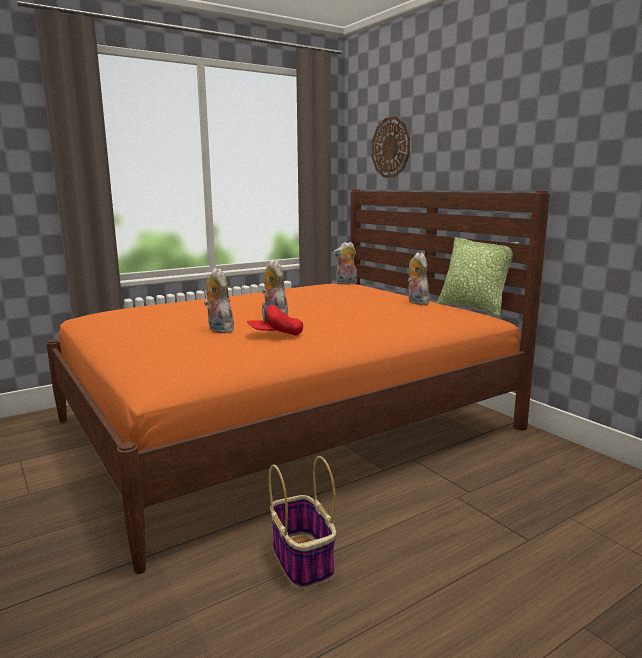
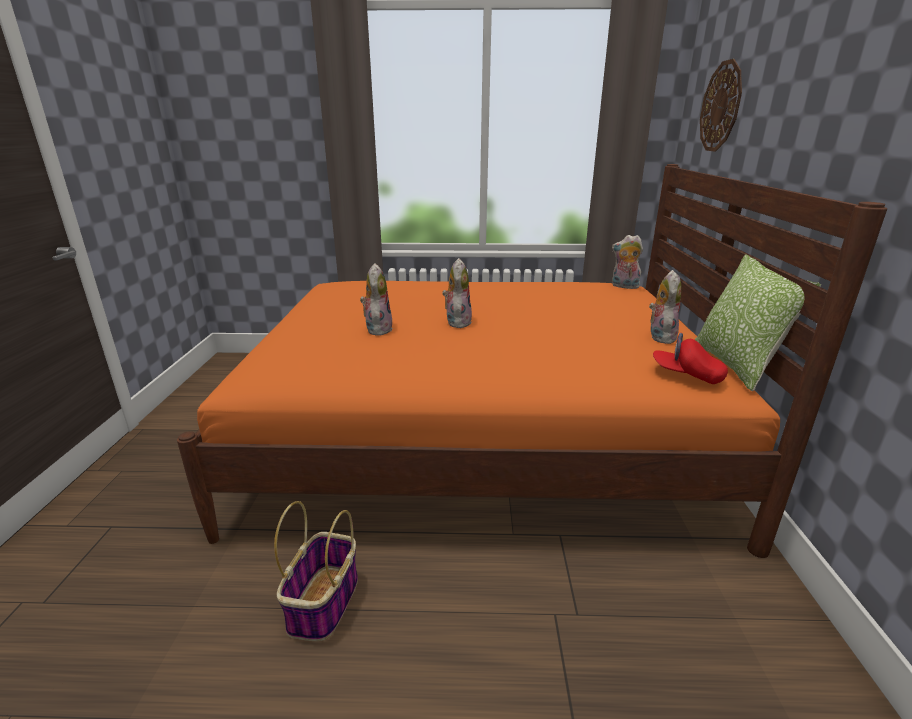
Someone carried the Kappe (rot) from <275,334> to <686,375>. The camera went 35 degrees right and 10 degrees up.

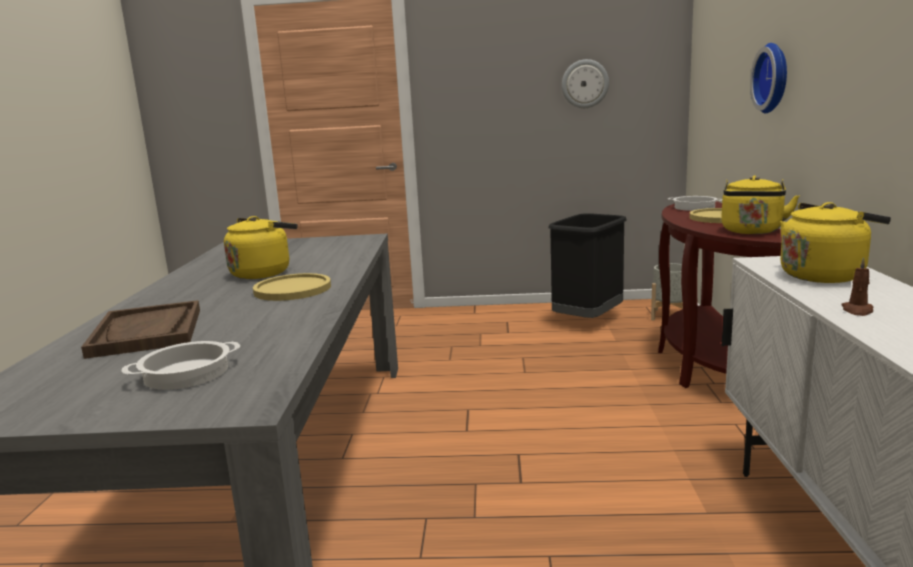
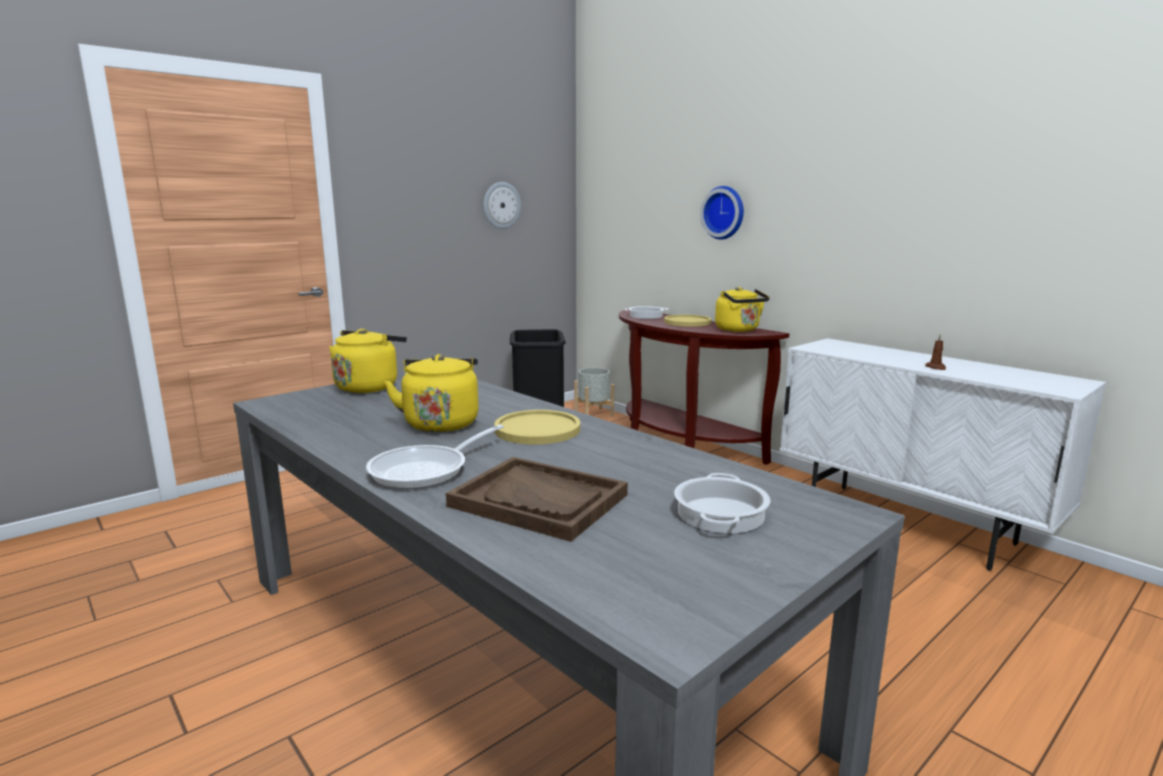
Someone carried the Wasserkessel (gelb) from <824,275> to <369,386>. Someone put down the Pfanne at <426,470>. The camera went 45 degrees left and 0 degrees up.

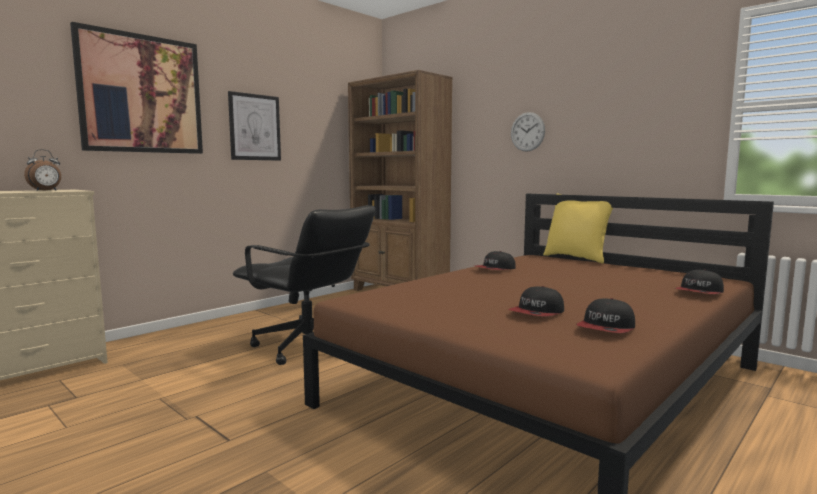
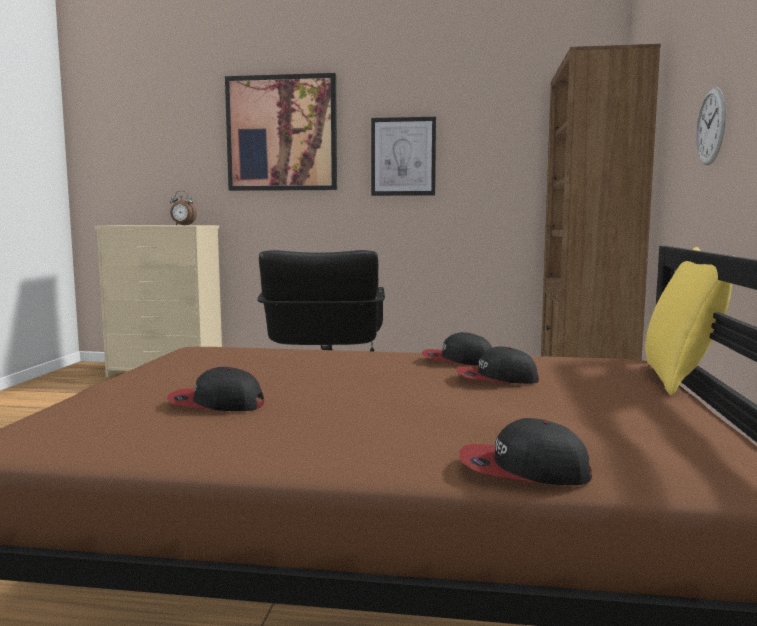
Someone carried the Kappe from <606,328> to <496,379>. The camera went 55 degrees right and 0 degrees up.

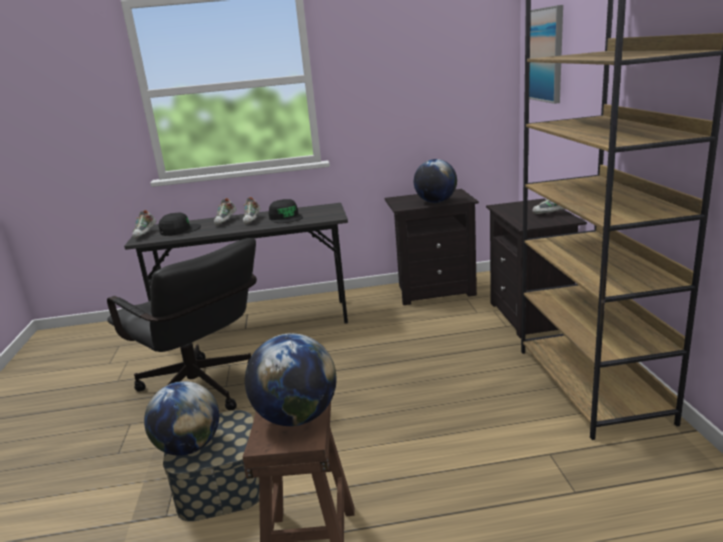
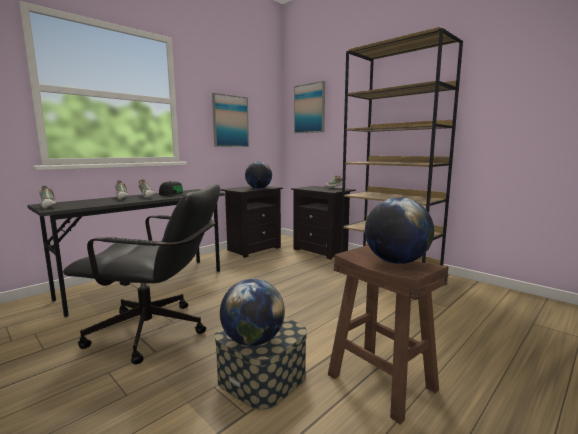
Someone took away the Kappe (schwarz) at <179,230>. Someone put up the Bild at <230,121>. The camera went 40 degrees left and 10 degrees down.

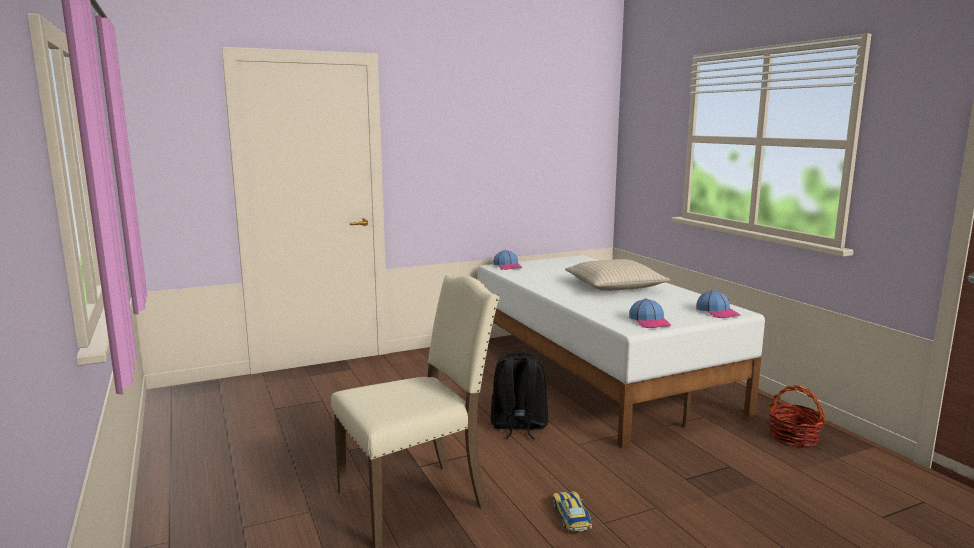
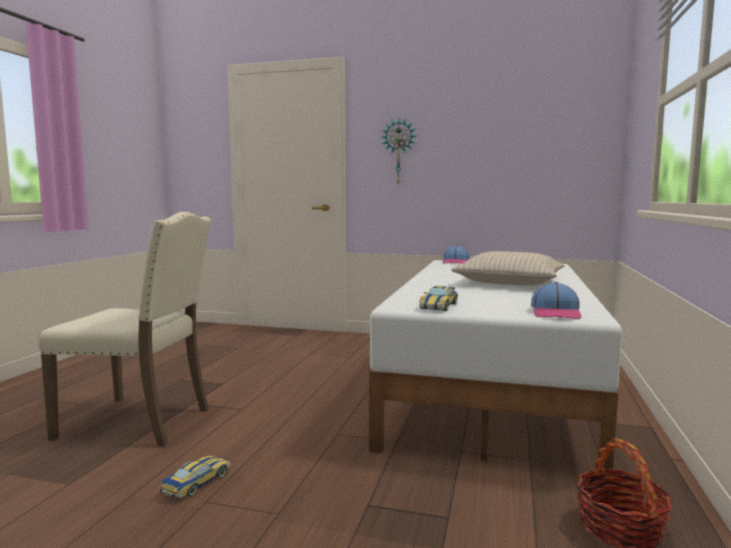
Someone took away the Rucksack (schwarz) at <518,426>. Someone swapped the Kappe at <649,322> for the Spielzeugauto at <439,306>. Someone put up the Wanduhr at <399,151>. The camera went 40 degrees right and 5 degrees down.

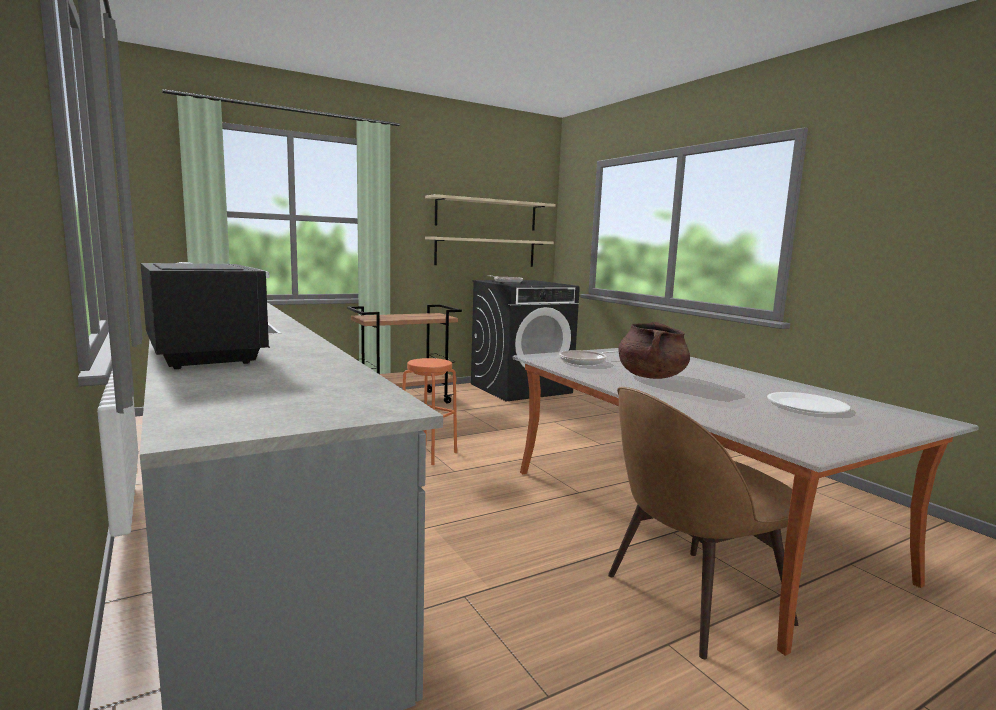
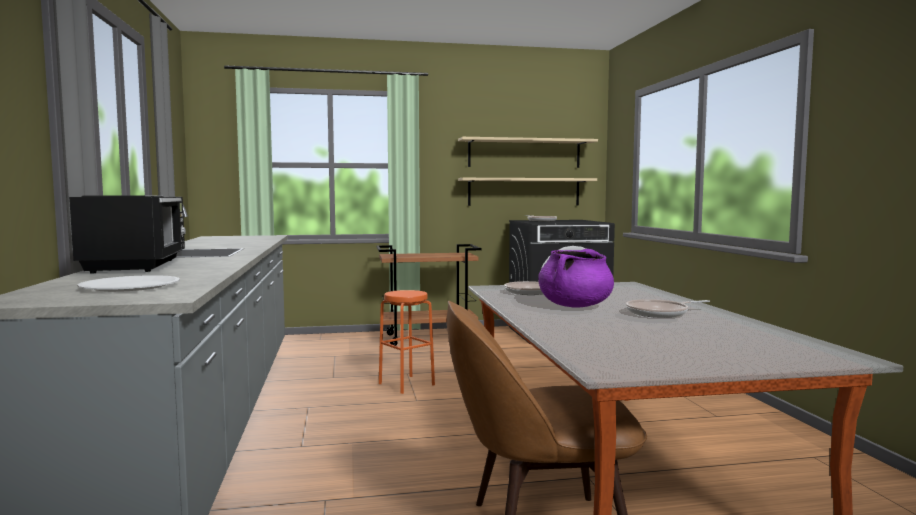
Someone repainted the Kochtopf (braun) at <651,376>, which became the Kochtopf (lila) at <575,306>. Someone carried the Teller (weiß) from <806,405> to <130,286>. Someone put down the Pfanne at <660,313>. The camera went 20 degrees right and 5 degrees down.

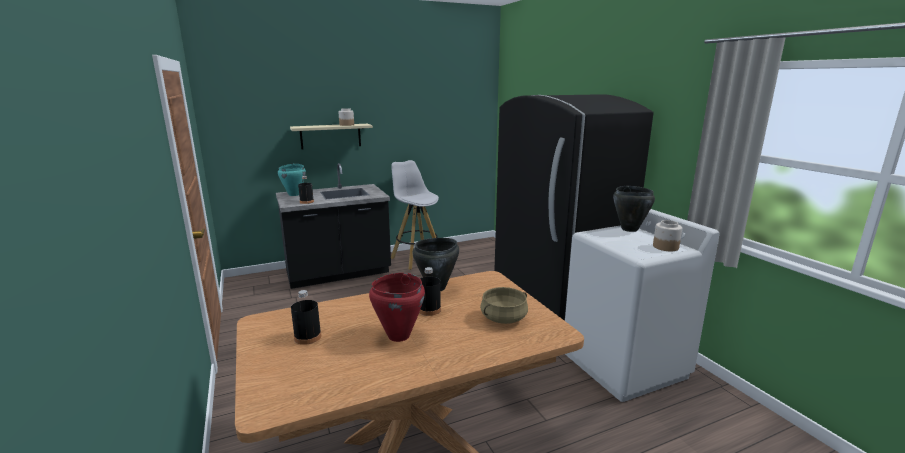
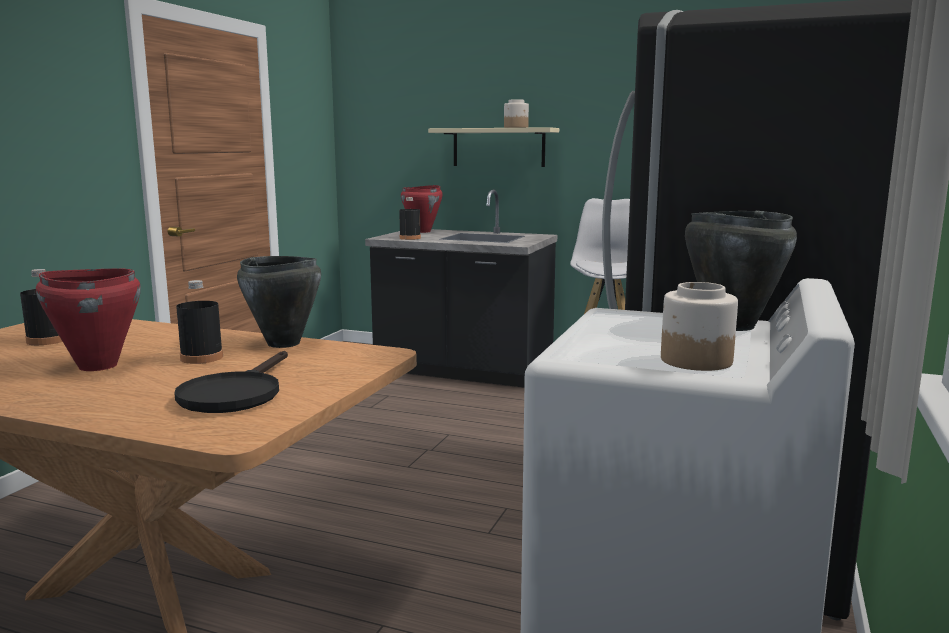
Someone repainted the Kochtopf (türkis) at <294,194>, which became the Kochtopf (rot) at <422,231>. Someone swapped the Kochtopf (beige) at <503,318> for the Pfanne (schwarz) at <235,394>. The camera went 45 degrees right and 5 degrees down.

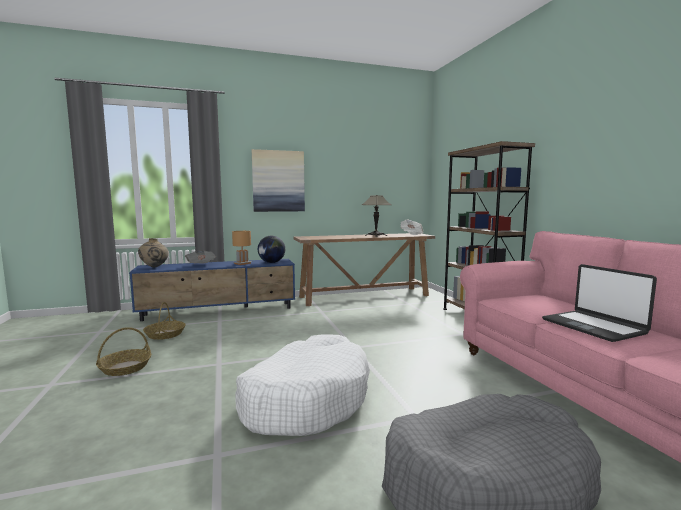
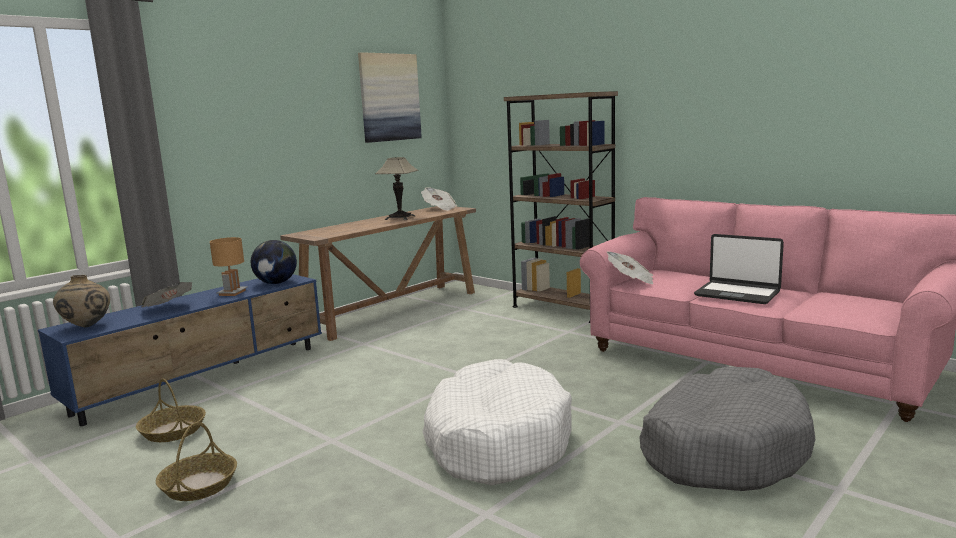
Someone carried the Bild from <278,181> to <389,97>. Someone put down the Zeitung at <631,280>. The camera went 30 degrees left and 5 degrees up.

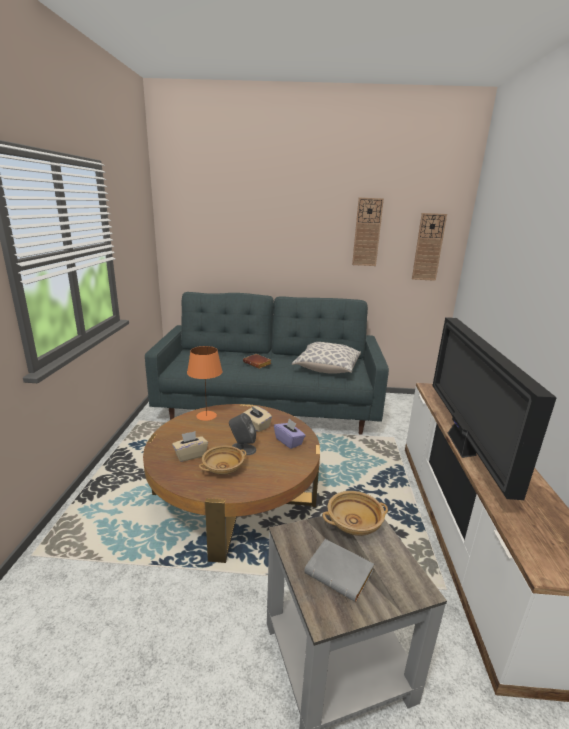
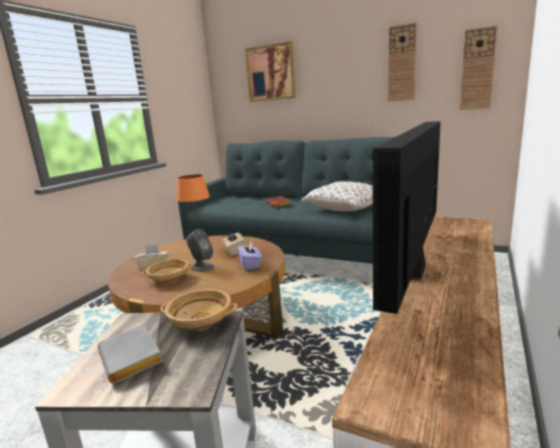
Someone put up the Bild at <271,73>. The camera went 25 degrees right and 5 degrees down.

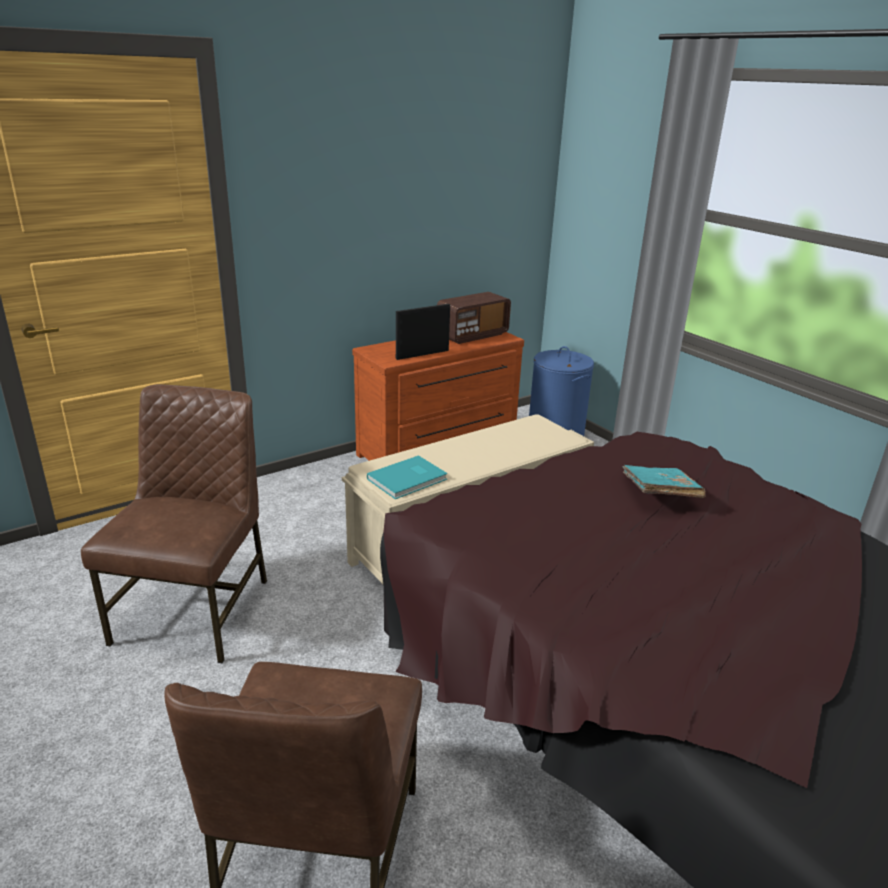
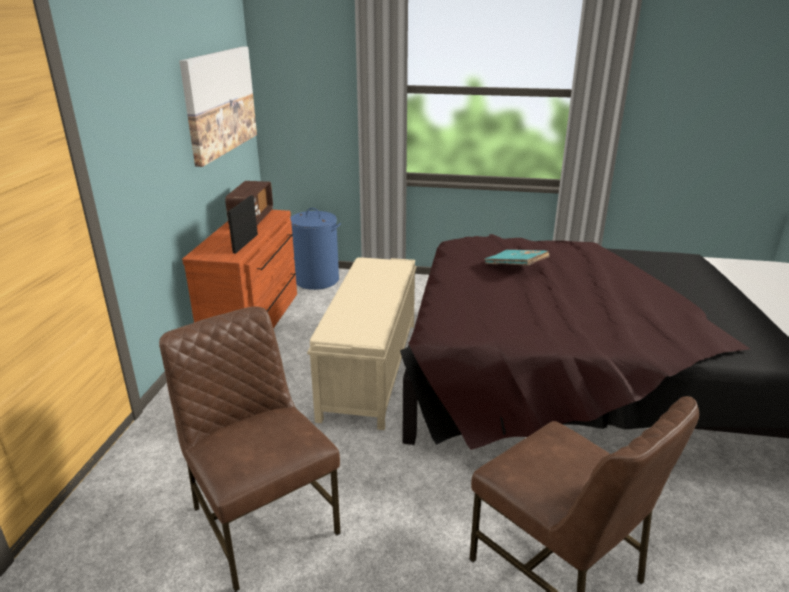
Someone took away the Buch (türkis) at <409,479>. Someone put up the Bild at <219,102>. The camera went 45 degrees left and 0 degrees up.

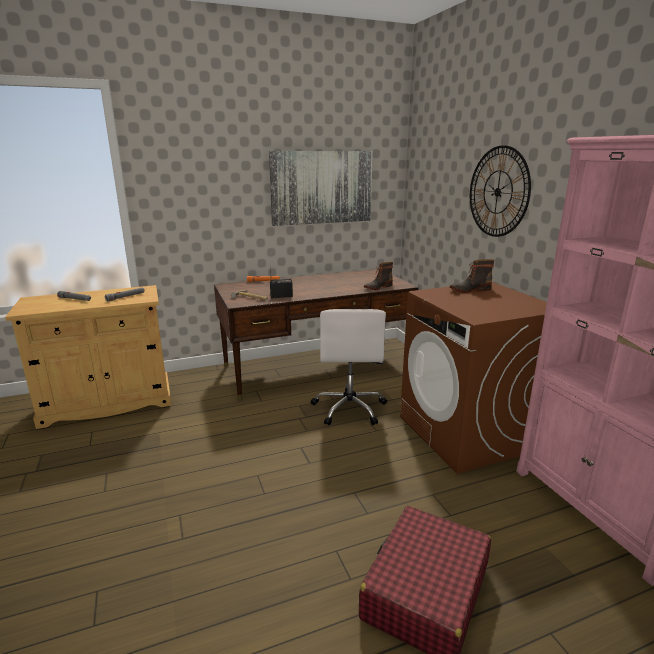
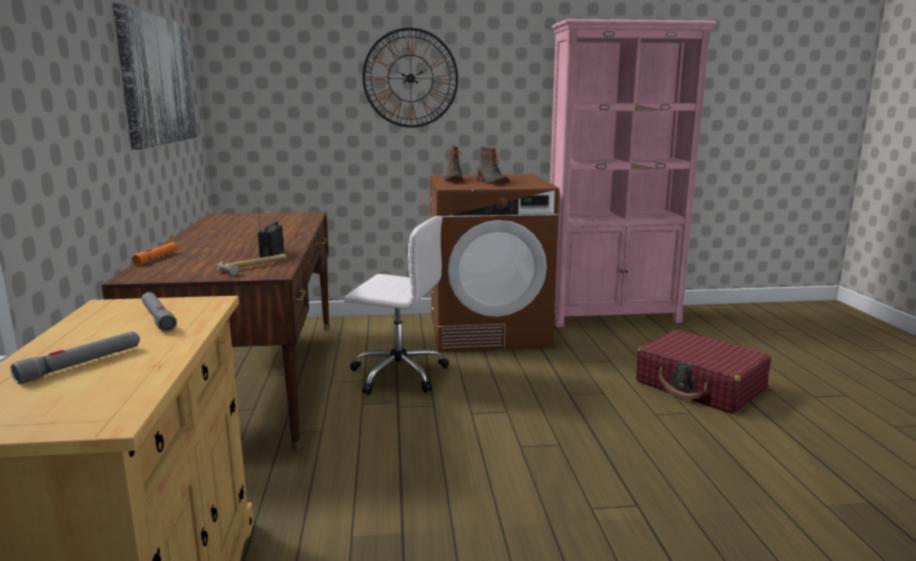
Someone carried the Stiefel from <377,287> to <491,182>. The camera went 75 degrees left and 5 degrees down.

